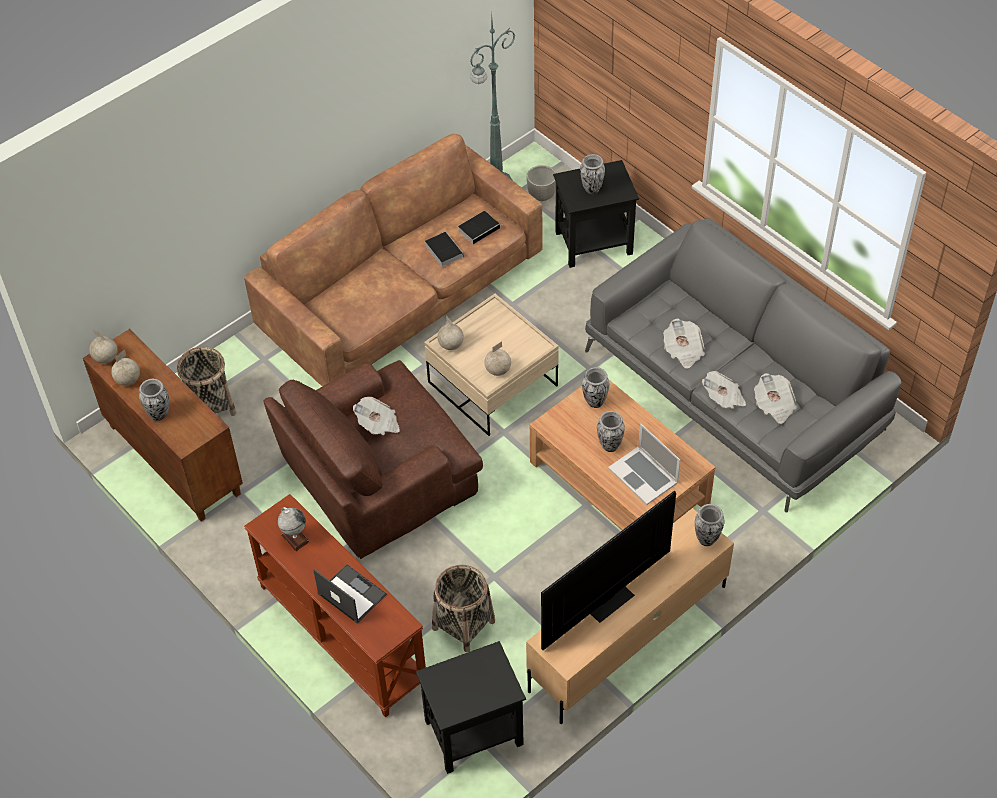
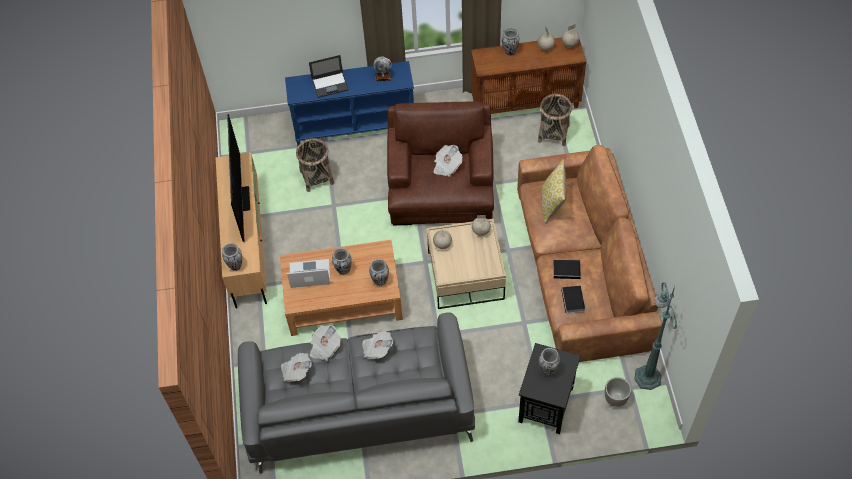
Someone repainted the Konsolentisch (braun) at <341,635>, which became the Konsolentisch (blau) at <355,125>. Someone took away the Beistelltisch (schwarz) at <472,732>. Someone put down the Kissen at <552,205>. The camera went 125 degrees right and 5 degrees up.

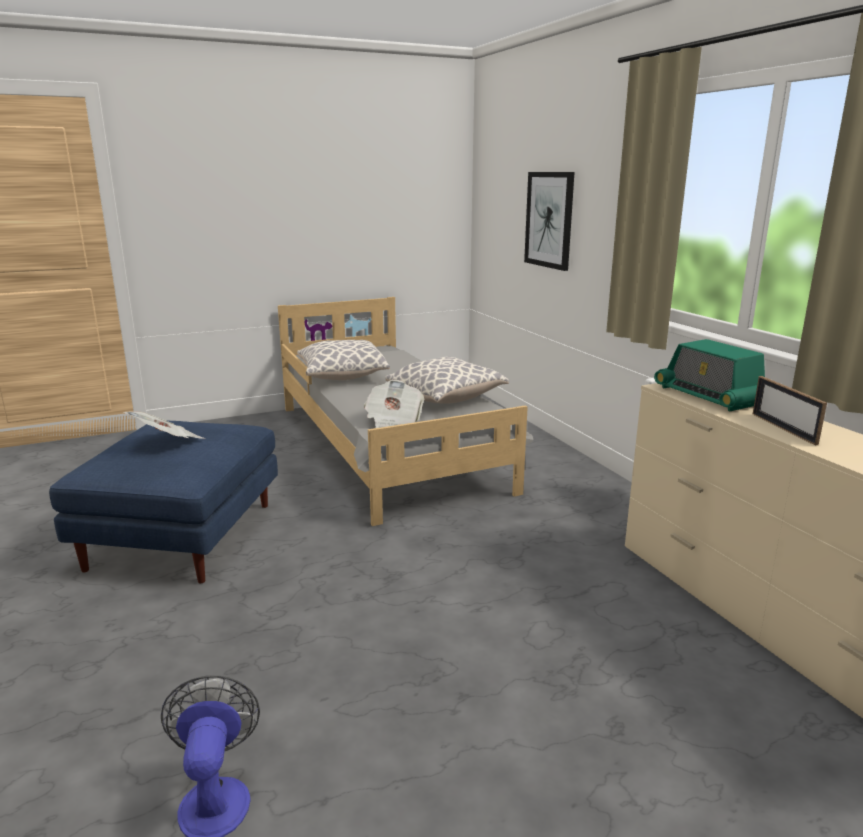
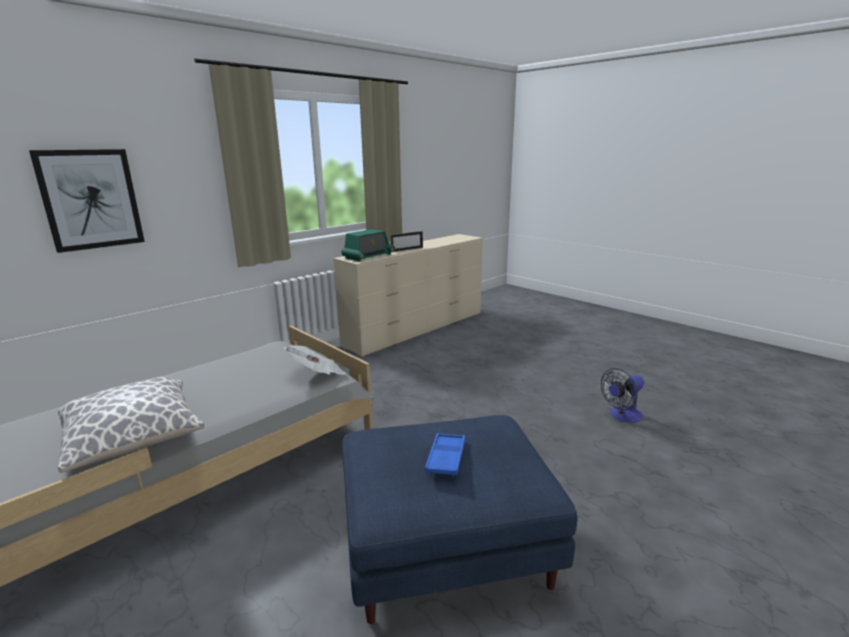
Someone swapped the Zeitung at <168,443> for the Tablett (blau) at <446,458>. Someone took away the Kissen at <446,398>. The camera went 110 degrees left and 0 degrees up.

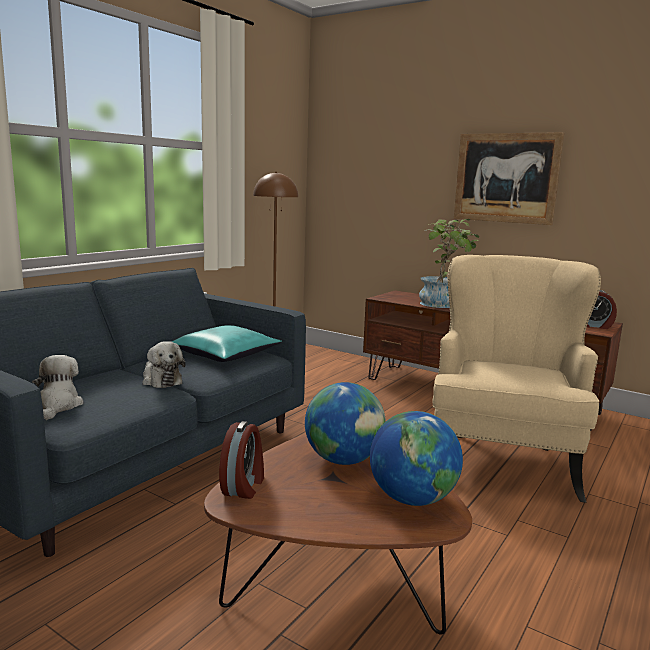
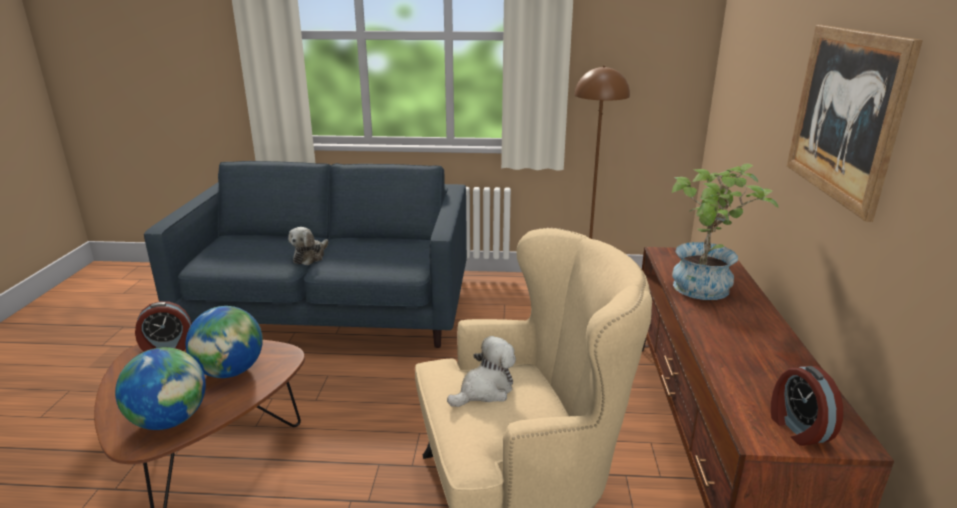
Someone carried the Plüschtier from <57,406> to <485,390>. Someone took away the Kissen (türkis) at <226,354>. The camera went 60 degrees right and 10 degrees up.

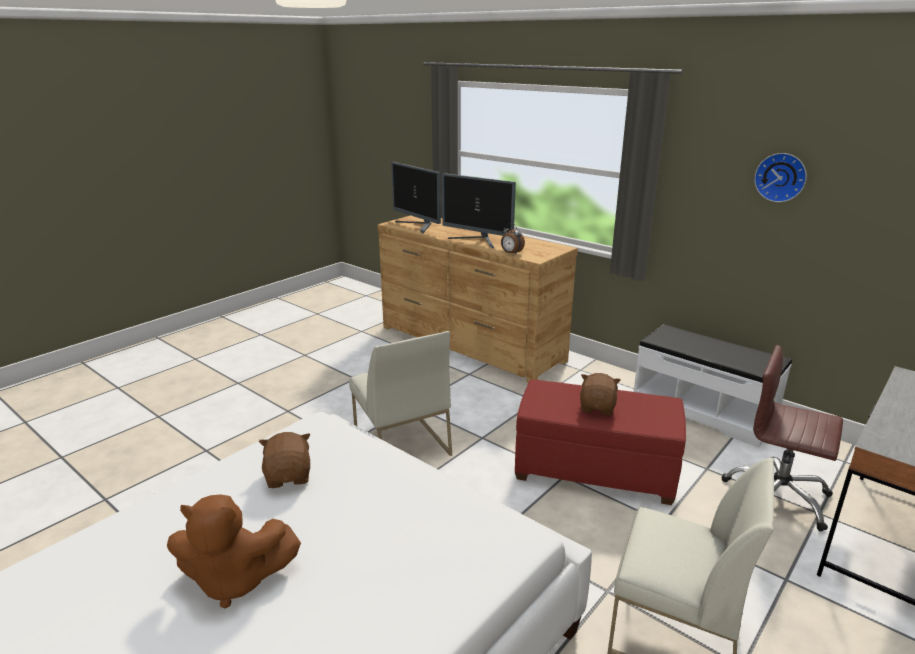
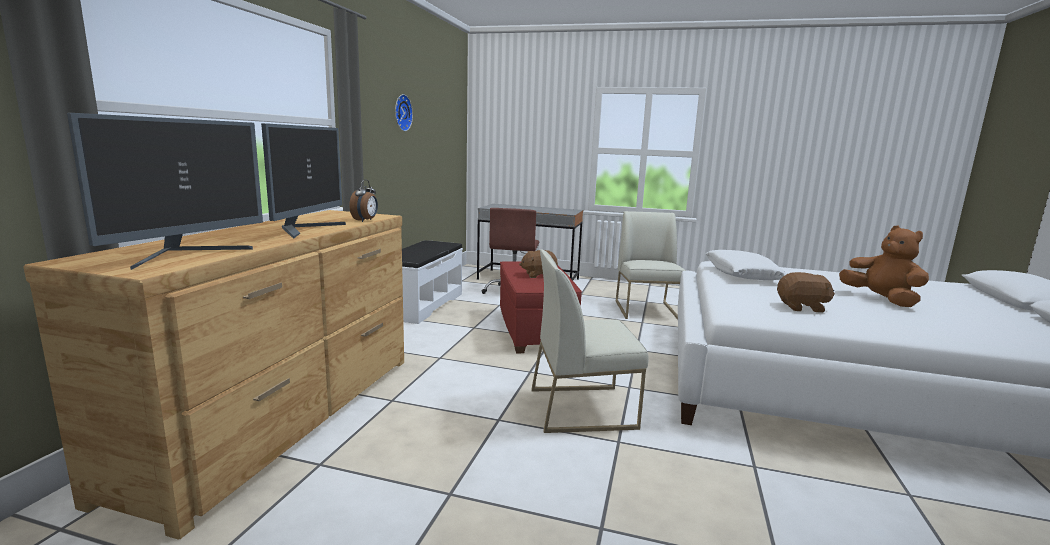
Someone rotated the Plüschtier (braun) at <289,476> by 135 degrees counterclockwise. Someone rotated the Stuhl (weiß) at <401,444> by 135 degrees counterclockwise. Someone put down the Kissen (weiß) at <741,274>. The camera went 115 degrees left and 10 degrees down.

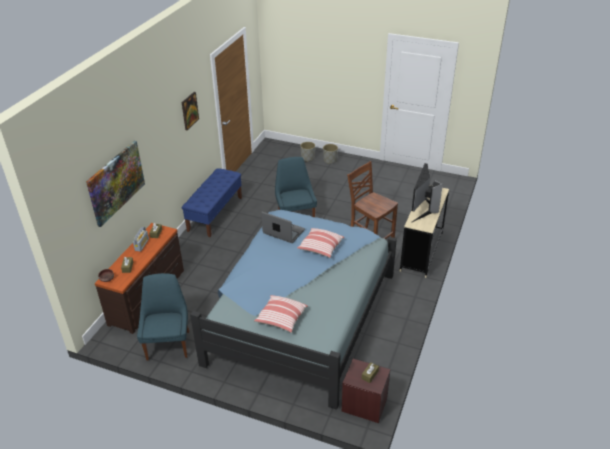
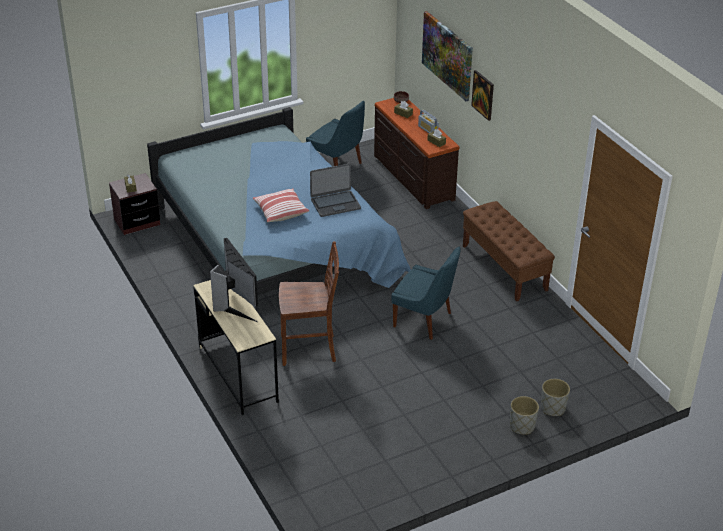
Someone carried the Bild from <189,110> to <483,95>. Someone repainted the Bank (blau) at <215,214>, which became the Bank (braun) at <504,268>. Someone took away the Kissen at <281,319>. The camera went 130 degrees right and 0 degrees up.

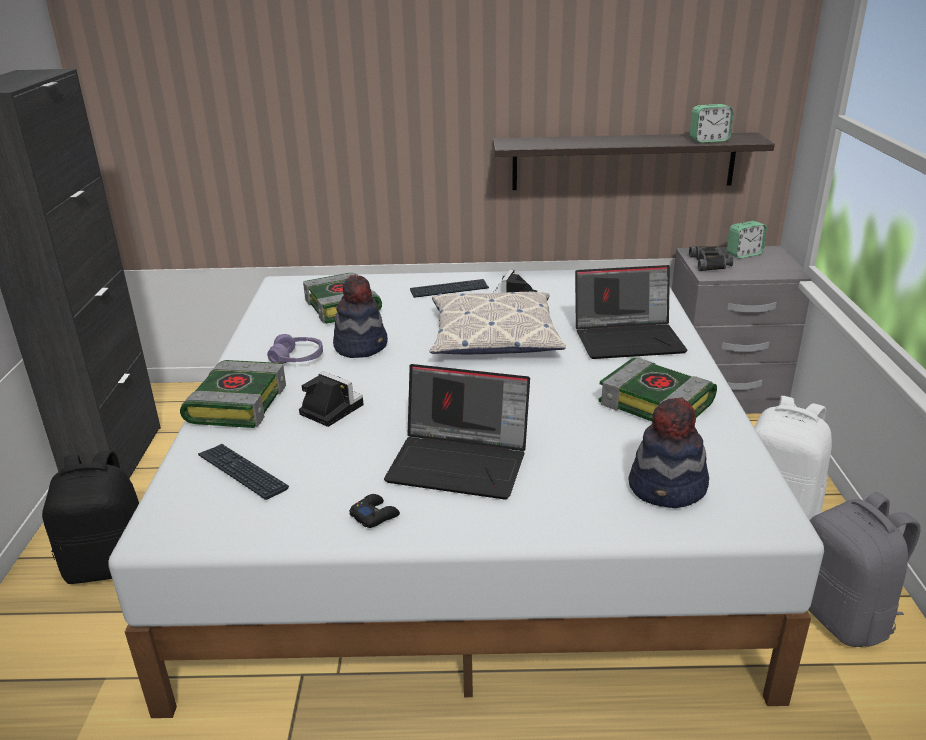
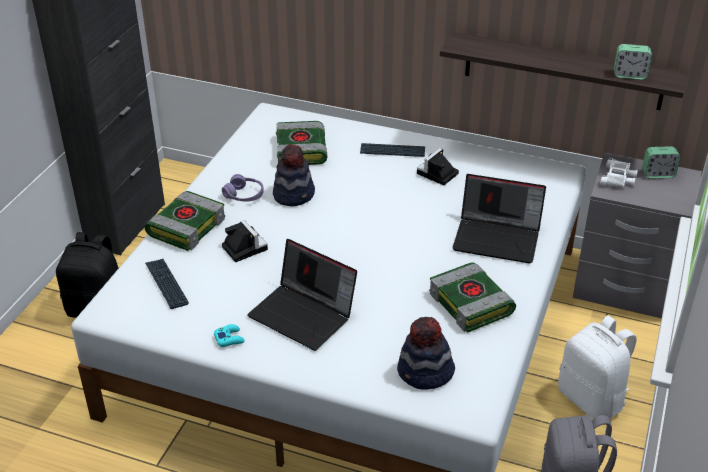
Someone repainted the Gamepad (schwarz) at <374,515>, which became the Gamepad (türkis) at <229,338>. Someone took away the Kissen at <494,336>. Someone repainted the Fernglas (schwarz) at <710,263>, which became the Fernglas (weiß) at <618,178>. The camera went 20 degrees right and 10 degrees up.

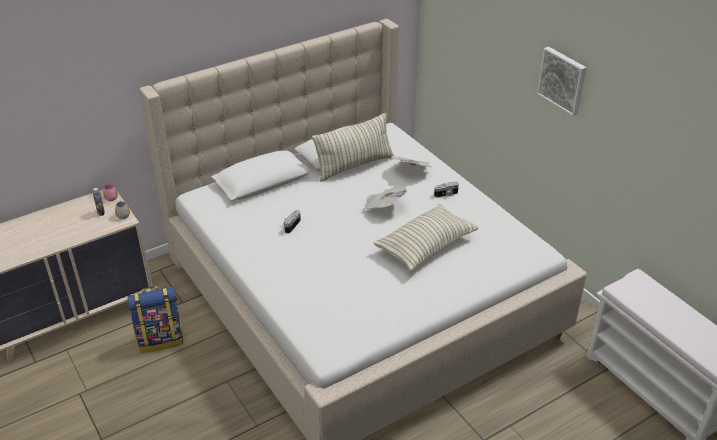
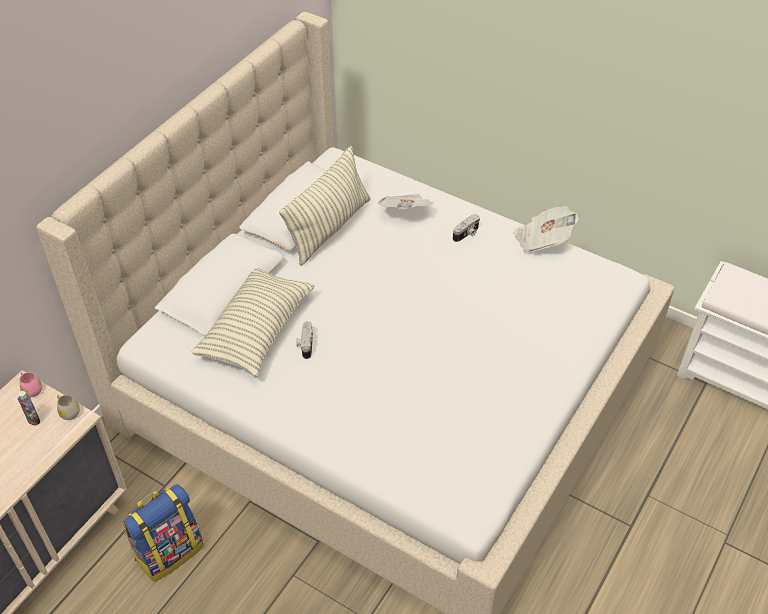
Someone carried the Zeitung from <384,207> to <542,240>. Someone carried the Kissen from <425,246> to <256,330>. Someone took away the Bild at <563,80>. The camera went 25 degrees left and 10 degrees up.

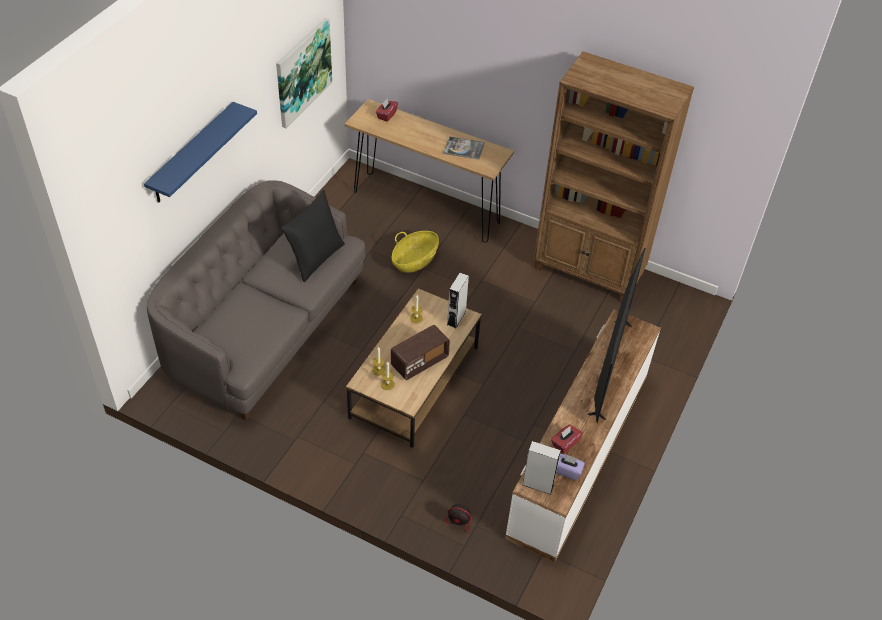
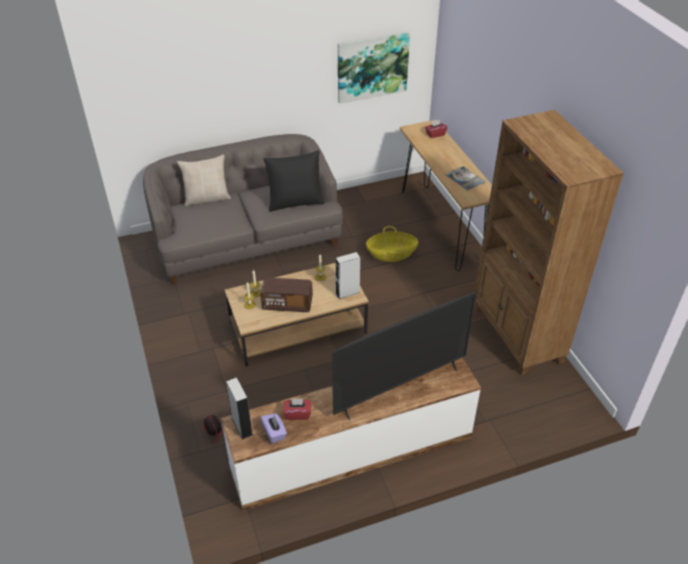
Someone took away the Wandregal (blau) at <192,154>. Someone put down the Kissen (beige) at <207,198>. The camera went 45 degrees right and 5 degrees down.

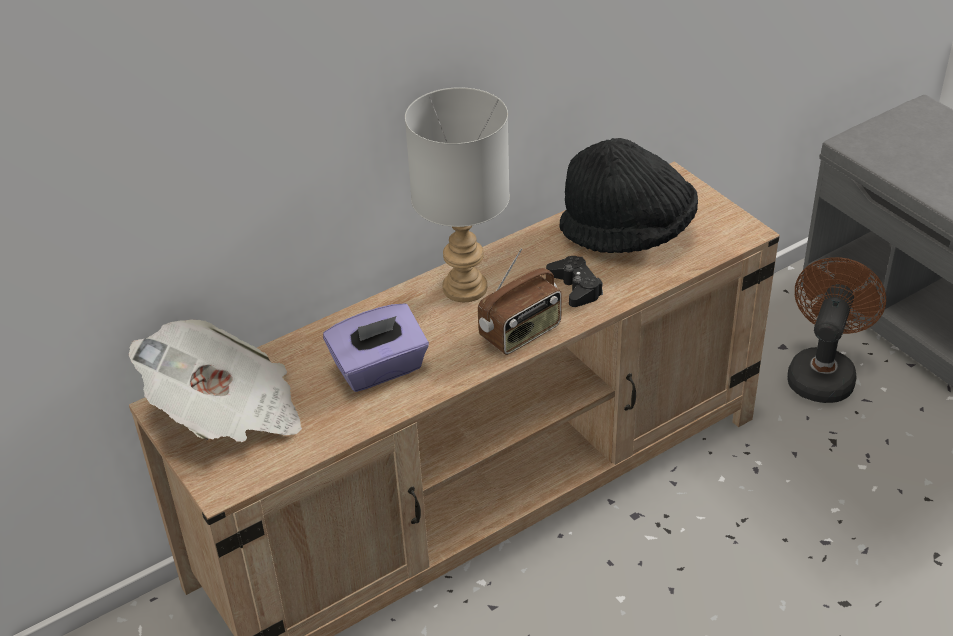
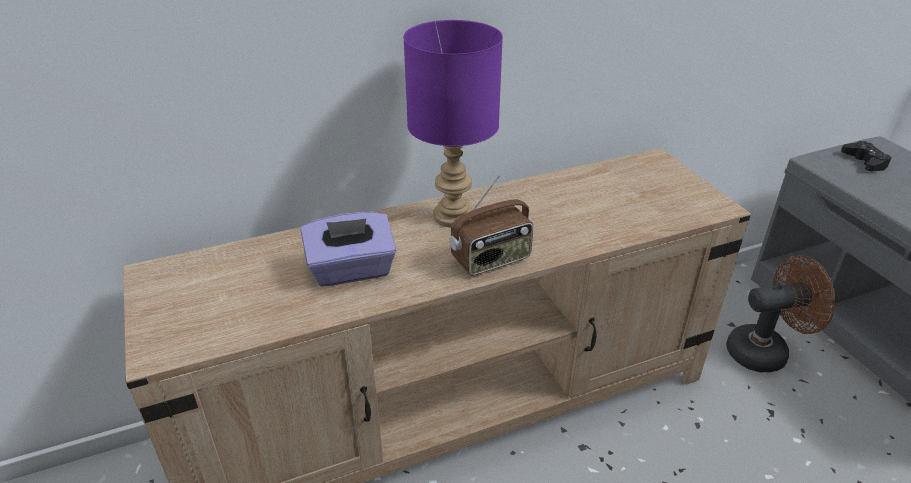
Someone took away the Zeitung at <227,414>. Someone repainted the Tischlampe (grau) at <464,286>, which became the Tischlampe (lila) at <453,215>. Someone carried the Gamepad (schwarz) from <575,287> to <865,161>. Someone took away the Hut (schwarz) at <628,233>. Someone rotated the Ventilator (braun) at <822,373> by 45 degrees clockwise. The camera went 10 degrees right and 5 degrees down.

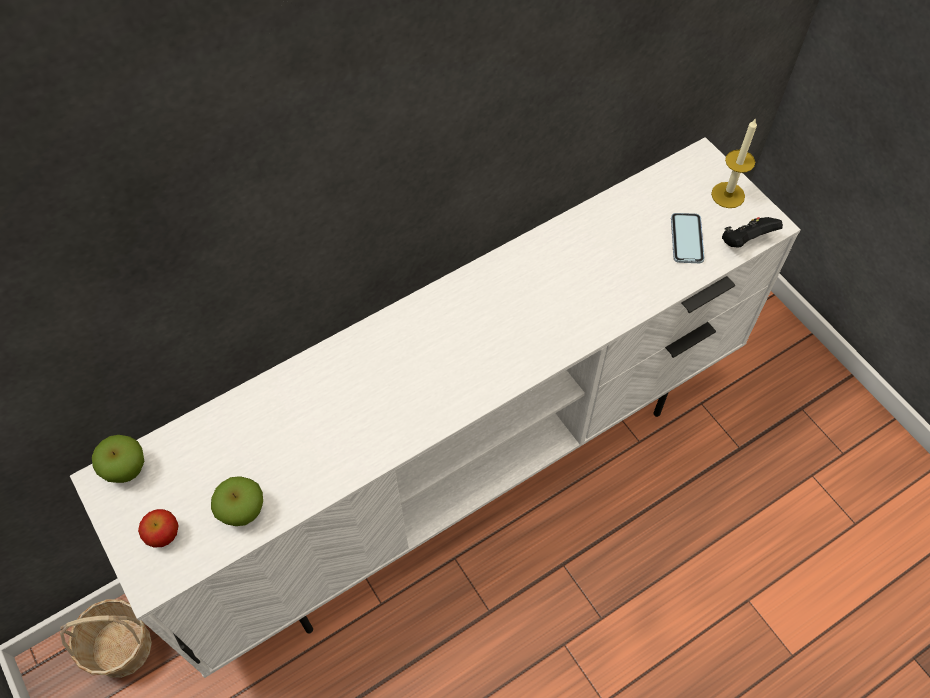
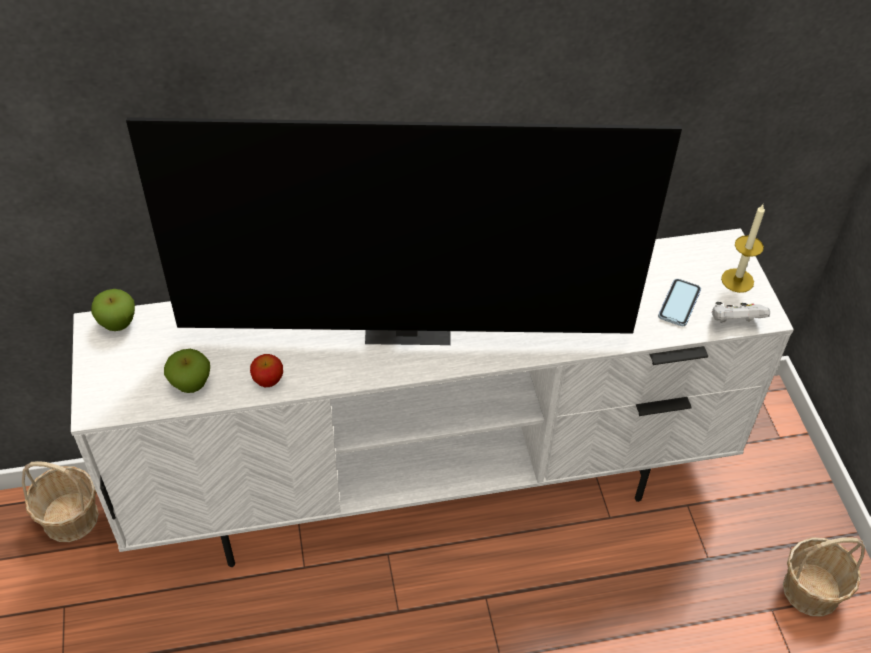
Someone carried the Apfel from <164,535> to <268,380>. Someone repainted the Gamepad (schwarz) at <745,241>, which became the Gamepad (weiß) at <734,322>. Someone put down the Fernseher at <409,322>. Someone put down the Korb at <812,590>. The camera went 20 degrees right and 10 degrees down.

